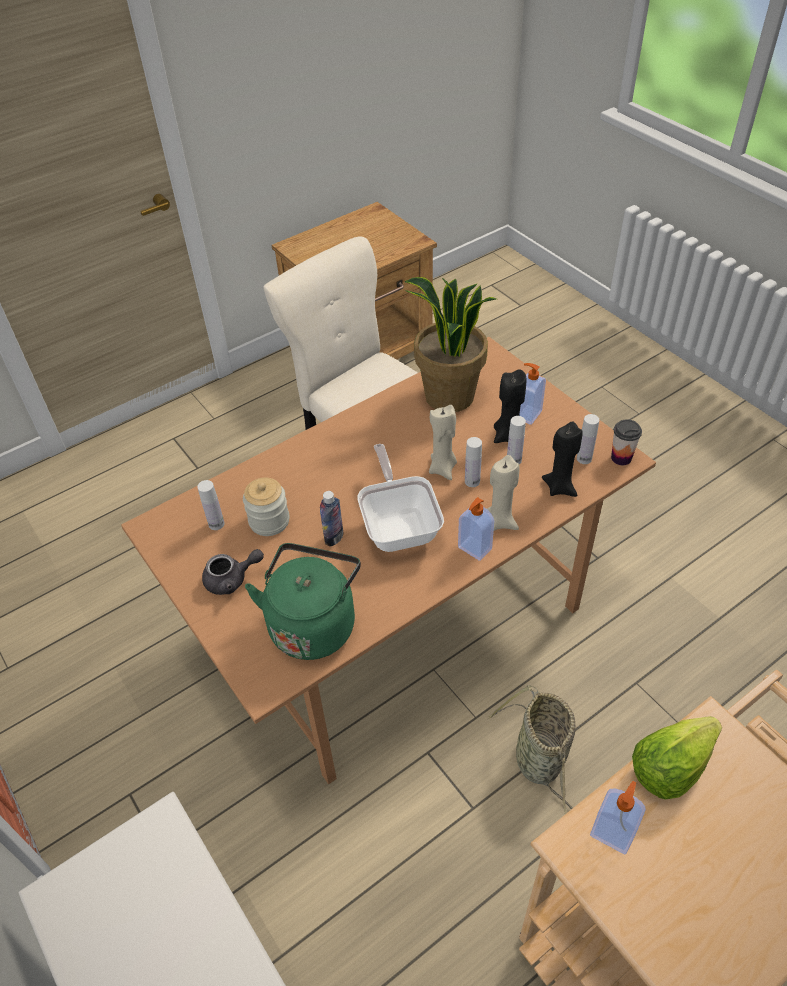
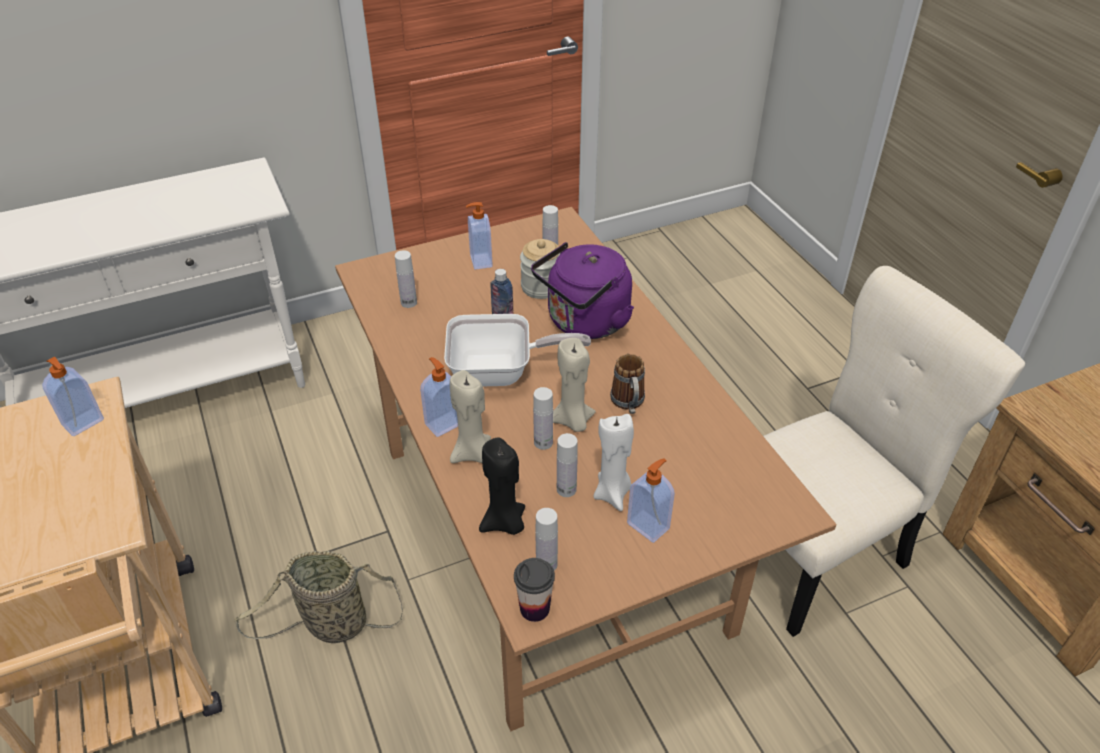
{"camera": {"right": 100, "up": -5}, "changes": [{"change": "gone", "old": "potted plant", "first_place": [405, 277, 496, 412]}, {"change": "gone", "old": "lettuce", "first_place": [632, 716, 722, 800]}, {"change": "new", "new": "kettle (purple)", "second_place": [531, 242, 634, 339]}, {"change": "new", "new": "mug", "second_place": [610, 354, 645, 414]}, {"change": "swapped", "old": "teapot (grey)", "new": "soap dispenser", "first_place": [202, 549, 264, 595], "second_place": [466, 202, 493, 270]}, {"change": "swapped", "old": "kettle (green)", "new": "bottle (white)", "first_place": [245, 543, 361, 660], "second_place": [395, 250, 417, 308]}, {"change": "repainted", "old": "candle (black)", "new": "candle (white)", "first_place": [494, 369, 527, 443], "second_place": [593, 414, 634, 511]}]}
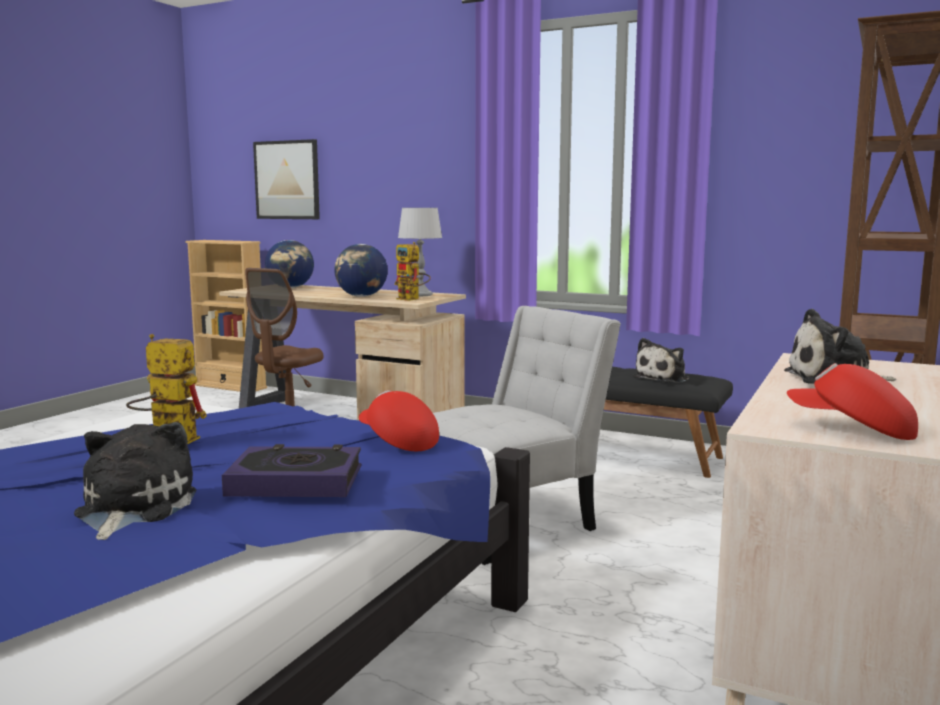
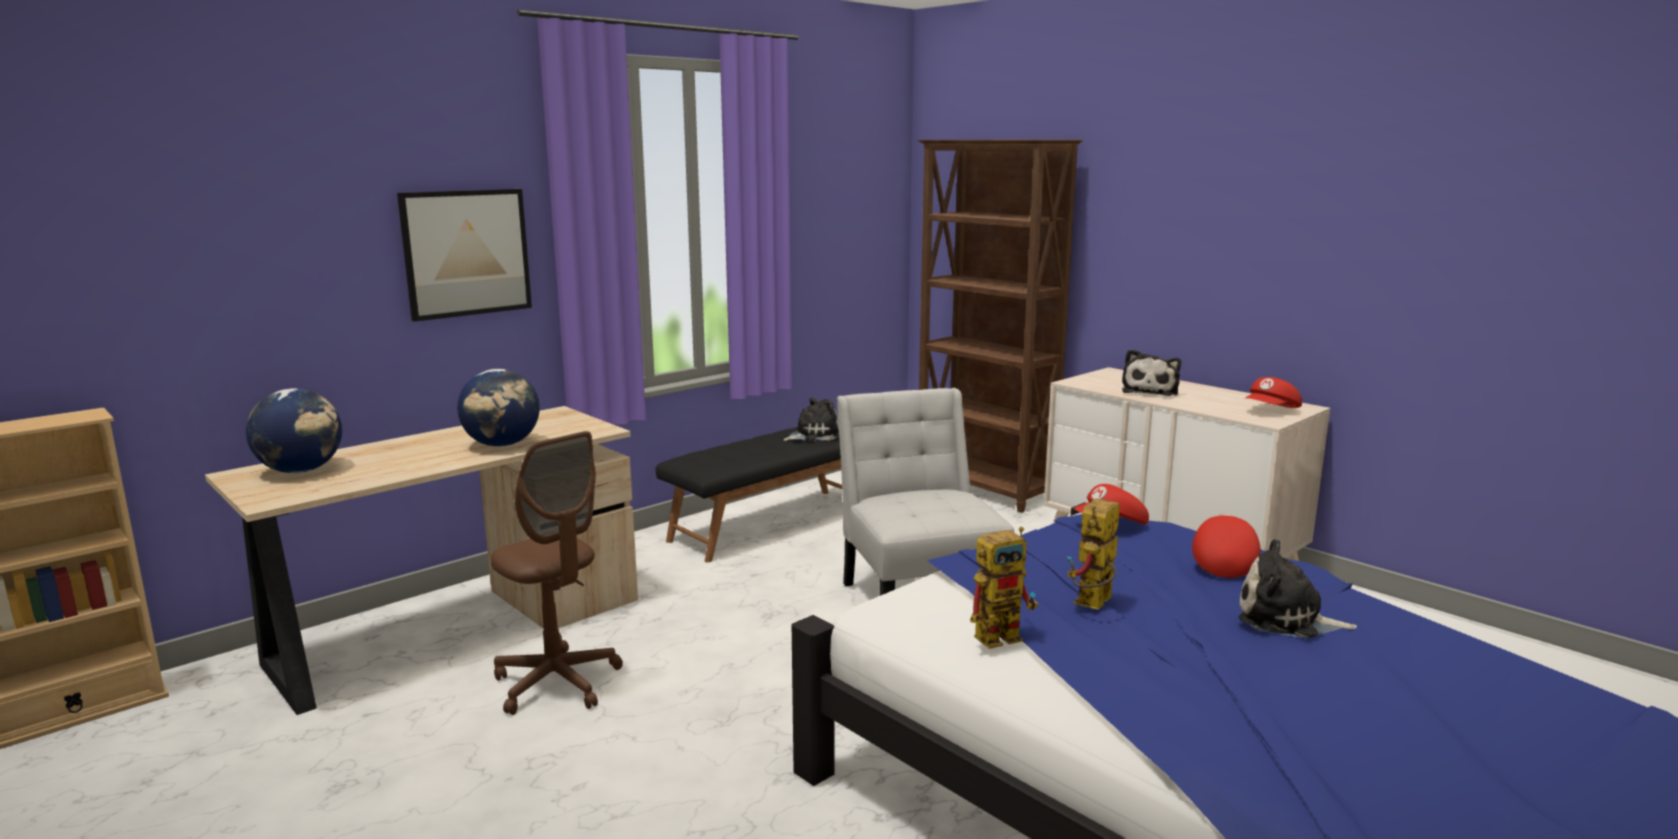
{"camera": {"right": -70, "up": 5}, "changes": [{"change": "gone", "old": "table lamp (grey)", "first_place": [398, 208, 442, 296]}, {"change": "shifted", "old": "picture", "first_place": [253, 139, 320, 219], "second_place": [397, 189, 532, 322]}, {"change": "shifted", "old": "toy robot", "first_place": [394, 242, 431, 301], "second_place": [970, 527, 1038, 649]}, {"change": "swapped", "old": "book", "new": "cap (red)", "first_place": [222, 444, 361, 497], "second_place": [1192, 514, 1261, 578]}, {"change": "rotated", "old": "plush toy", "first_place": [633, 338, 689, 383], "second_place": [783, 397, 839, 442], "degrees": -90}]}
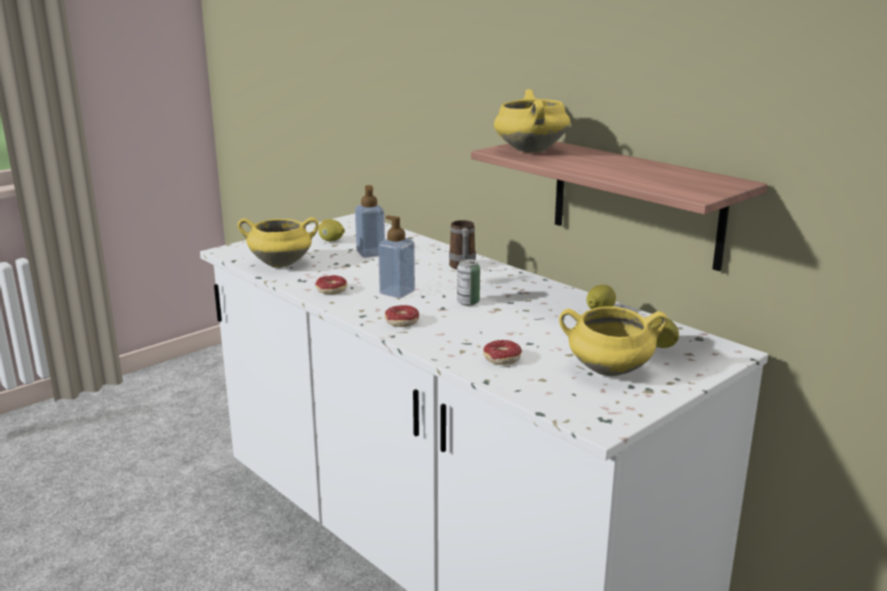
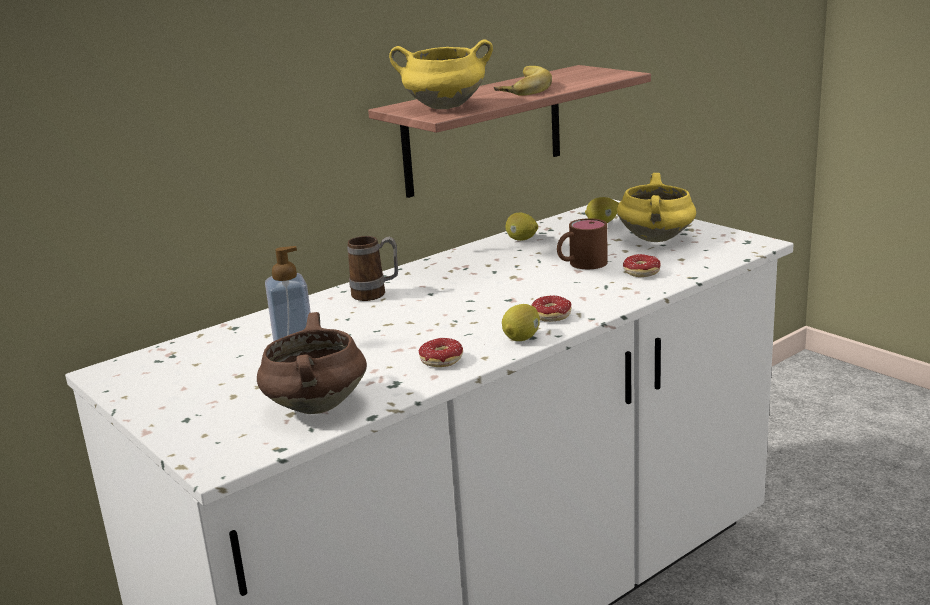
{"camera": {"right": -85, "up": 0}, "changes": [{"change": "gone", "old": "soap dispenser", "first_place": [378, 216, 415, 298]}, {"change": "gone", "old": "can", "first_place": [457, 259, 480, 306]}, {"change": "new", "new": "banana", "second_place": [494, 66, 552, 96]}, {"change": "new", "new": "mug (brown)", "second_place": [557, 218, 608, 269]}, {"change": "shifted", "old": "lemon", "first_place": [318, 219, 345, 242], "second_place": [502, 304, 540, 341]}, {"change": "repainted", "old": "cooking pot (yellow)", "new": "cooking pot (brown)", "first_place": [238, 217, 319, 268], "second_place": [257, 312, 367, 414]}]}
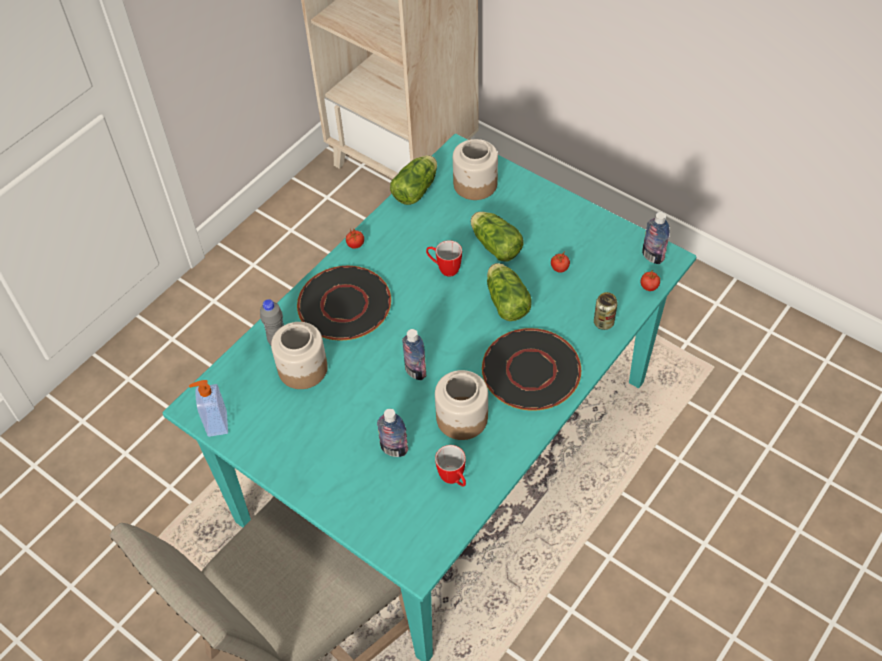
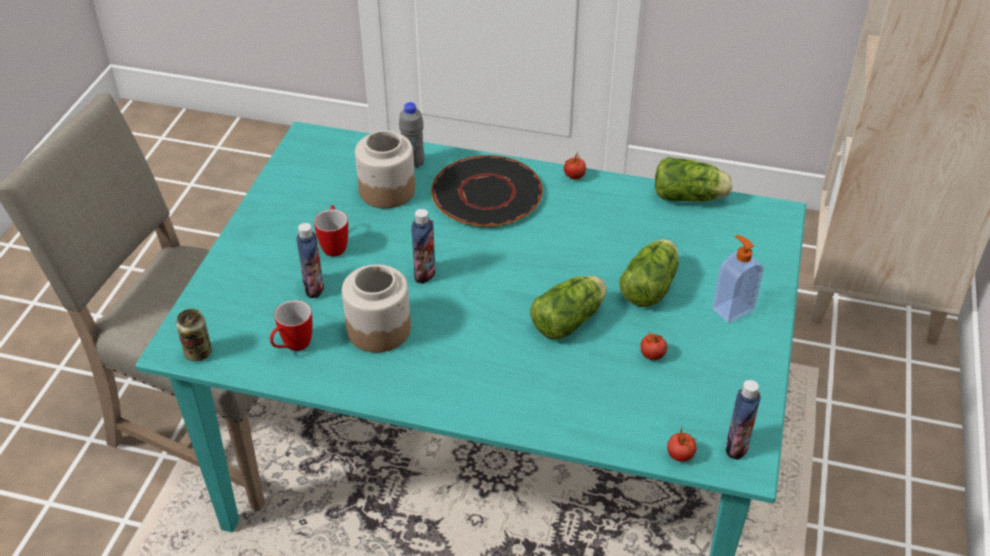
{"camera": {"right": 65, "up": -10}, "changes": [{"change": "gone", "old": "jar", "first_place": [453, 139, 498, 200]}, {"change": "gone", "old": "plate (black)", "first_place": [482, 328, 581, 411]}, {"change": "shifted", "old": "soap dispenser", "first_place": [189, 380, 228, 437], "second_place": [712, 235, 764, 323]}, {"change": "shifted", "old": "mug", "first_place": [426, 240, 462, 277], "second_place": [314, 205, 348, 257]}, {"change": "shifted", "old": "can", "first_place": [594, 292, 618, 330], "second_place": [176, 309, 212, 361]}]}
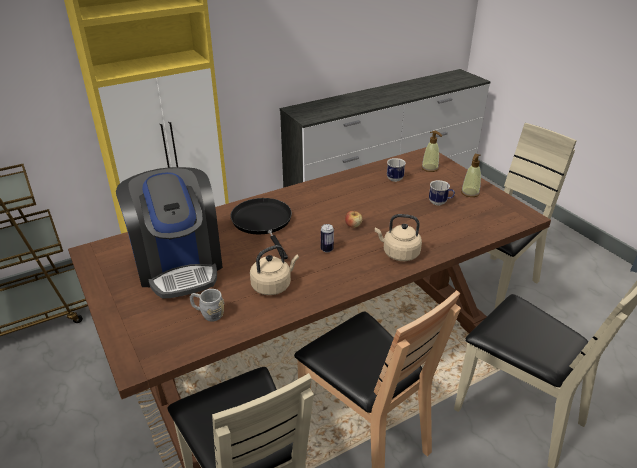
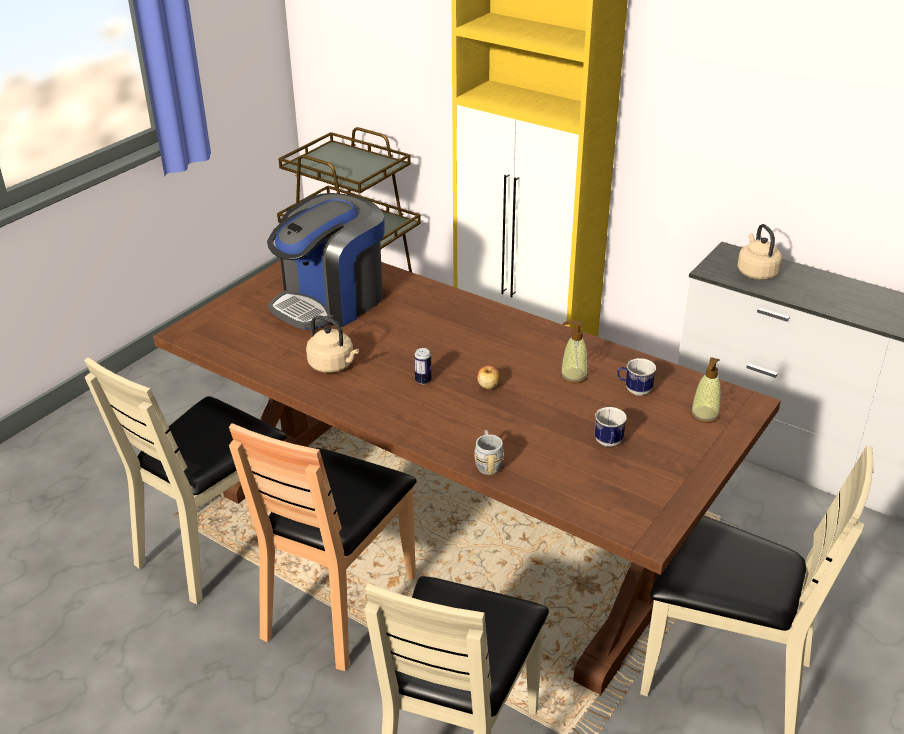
{"camera": {"right": 65, "up": 0}, "changes": [{"change": "gone", "old": "frying pan (black)", "first_place": [230, 198, 292, 259]}, {"change": "shifted", "old": "mug (grey)", "first_place": [190, 289, 224, 322], "second_place": [474, 430, 504, 475]}, {"change": "shifted", "old": "kettle (beige)", "first_place": [375, 214, 422, 261], "second_place": [737, 224, 782, 280]}, {"change": "shifted", "old": "soap dispenser", "first_place": [461, 153, 481, 197], "second_place": [560, 320, 588, 383]}]}
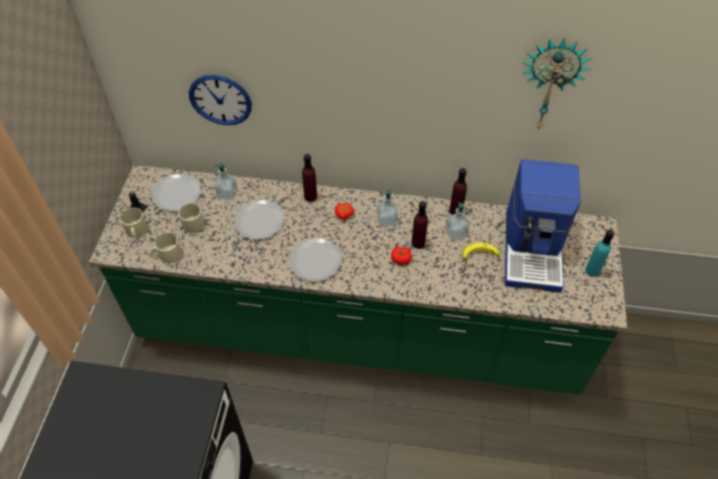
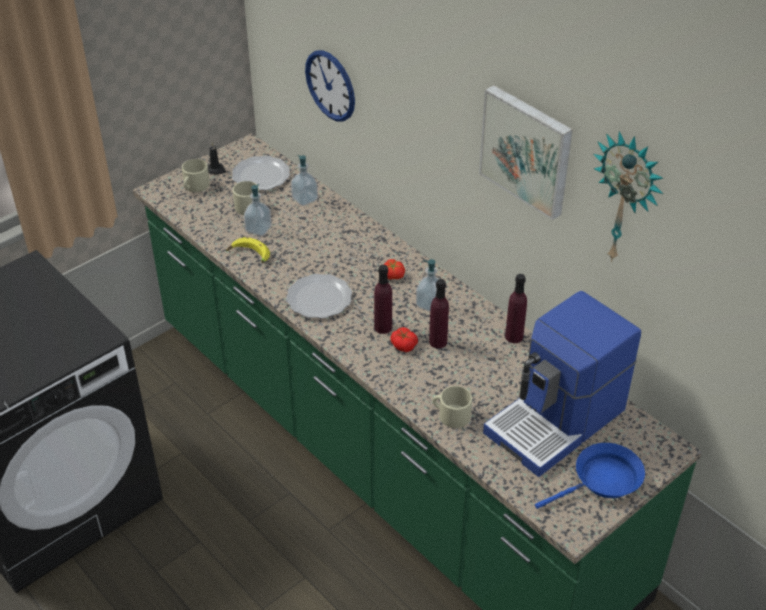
{"camera": {"right": 40, "up": -10}, "changes": [{"change": "gone", "old": "plate", "first_place": [234, 200, 285, 240]}, {"change": "new", "new": "picture", "second_place": [479, 85, 573, 220]}, {"change": "shifted", "old": "mug (beige)", "first_place": [150, 233, 182, 263], "second_place": [432, 386, 472, 428]}, {"change": "shifted", "old": "bottle (purple)", "first_place": [302, 154, 317, 202], "second_place": [374, 265, 392, 334]}, {"change": "shifted", "old": "soap dispenser", "first_place": [446, 201, 469, 241], "second_place": [244, 184, 272, 236]}, {"change": "shifted", "old": "banana", "first_place": [462, 242, 500, 265], "second_place": [226, 237, 270, 263]}, {"change": "swapped", "old": "bottle (turquoise)", "new": "frying pan (blue)", "first_place": [585, 230, 614, 277], "second_place": [535, 443, 645, 509]}]}
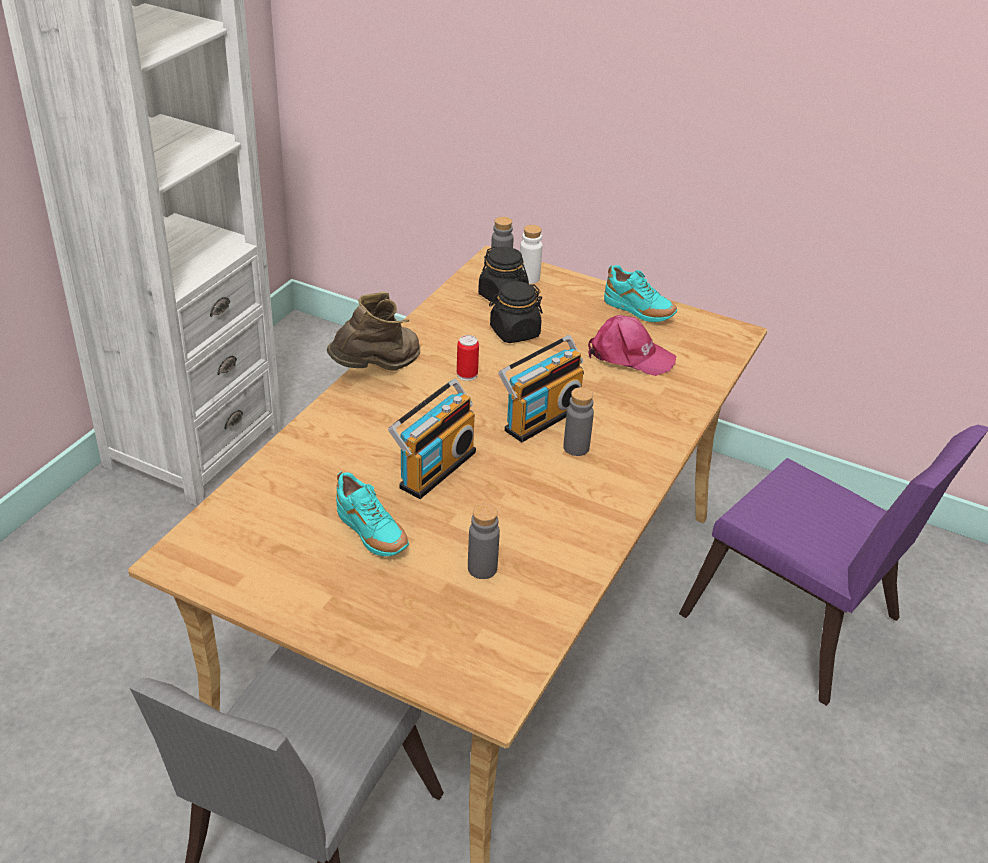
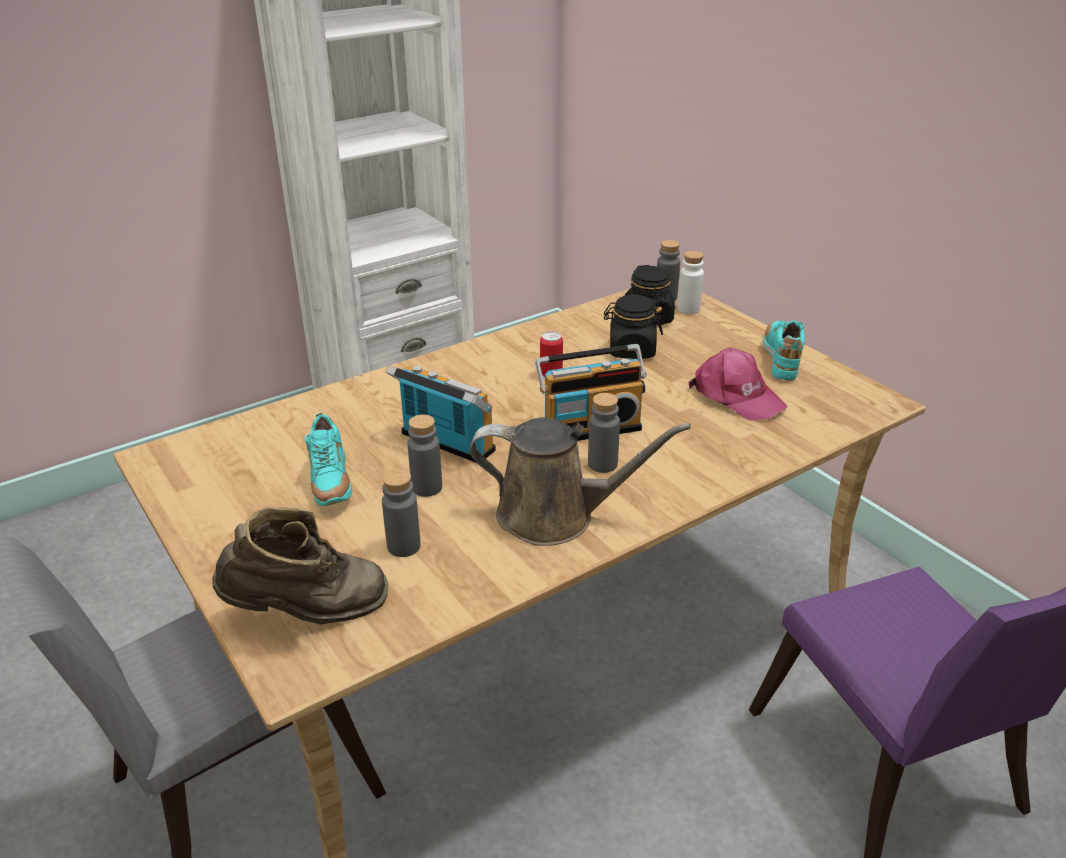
{"camera": {"right": 30, "up": -5}, "changes": [{"change": "new", "new": "bottle (grey)", "second_place": [407, 414, 442, 497]}, {"change": "new", "new": "watering can (brown)", "second_place": [469, 417, 691, 546]}, {"change": "shifted", "old": "boot (brown)", "first_place": [327, 292, 420, 371], "second_place": [212, 507, 388, 624]}, {"change": "rotated", "old": "radio", "first_place": [388, 379, 476, 499], "second_place": [385, 365, 496, 463], "degrees": -120}, {"change": "rotated", "old": "shoe (turquoise)", "first_place": [604, 265, 677, 322], "second_place": [763, 320, 805, 381], "degrees": -150}]}
